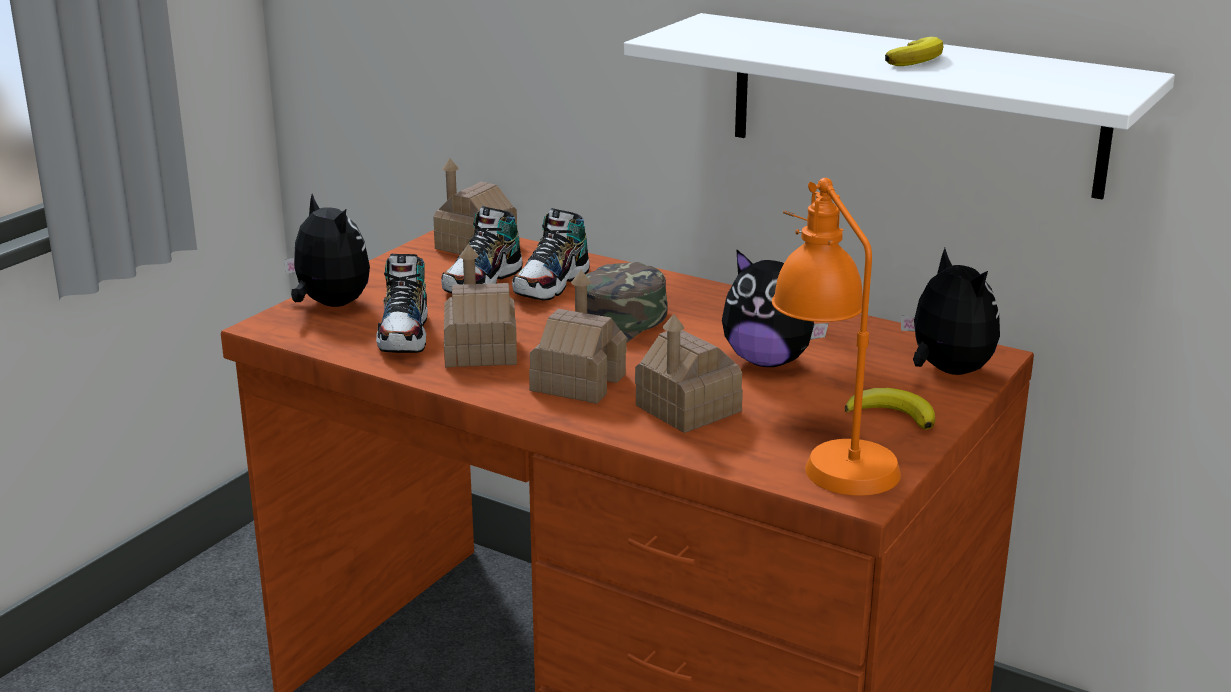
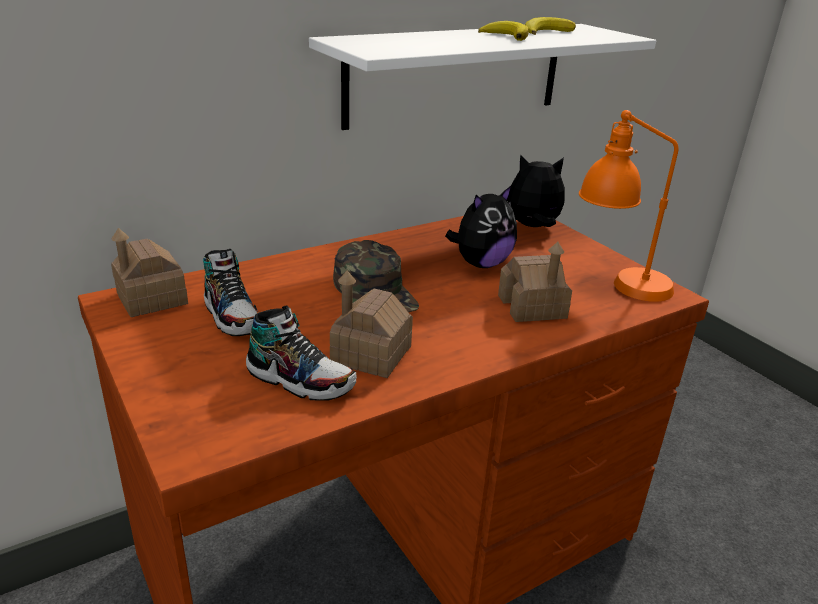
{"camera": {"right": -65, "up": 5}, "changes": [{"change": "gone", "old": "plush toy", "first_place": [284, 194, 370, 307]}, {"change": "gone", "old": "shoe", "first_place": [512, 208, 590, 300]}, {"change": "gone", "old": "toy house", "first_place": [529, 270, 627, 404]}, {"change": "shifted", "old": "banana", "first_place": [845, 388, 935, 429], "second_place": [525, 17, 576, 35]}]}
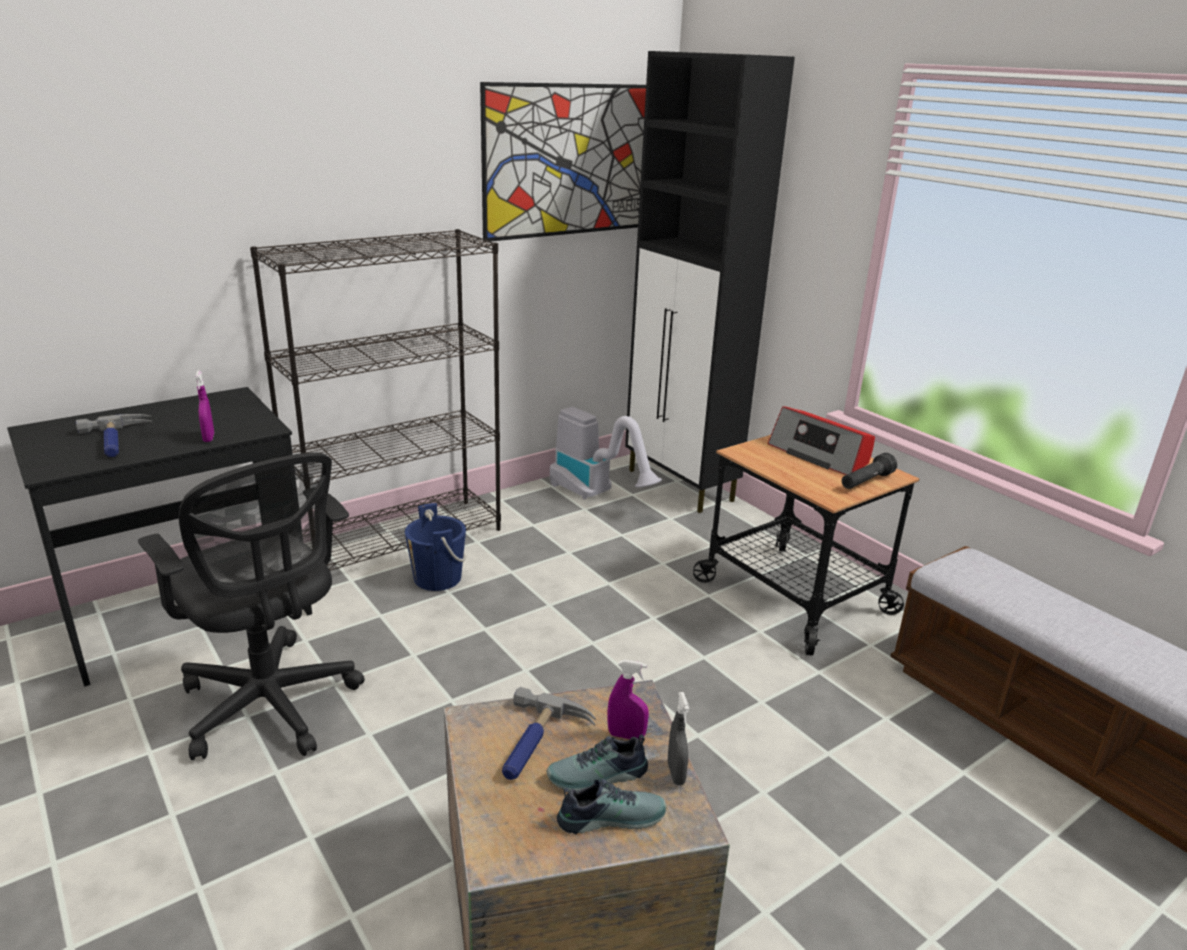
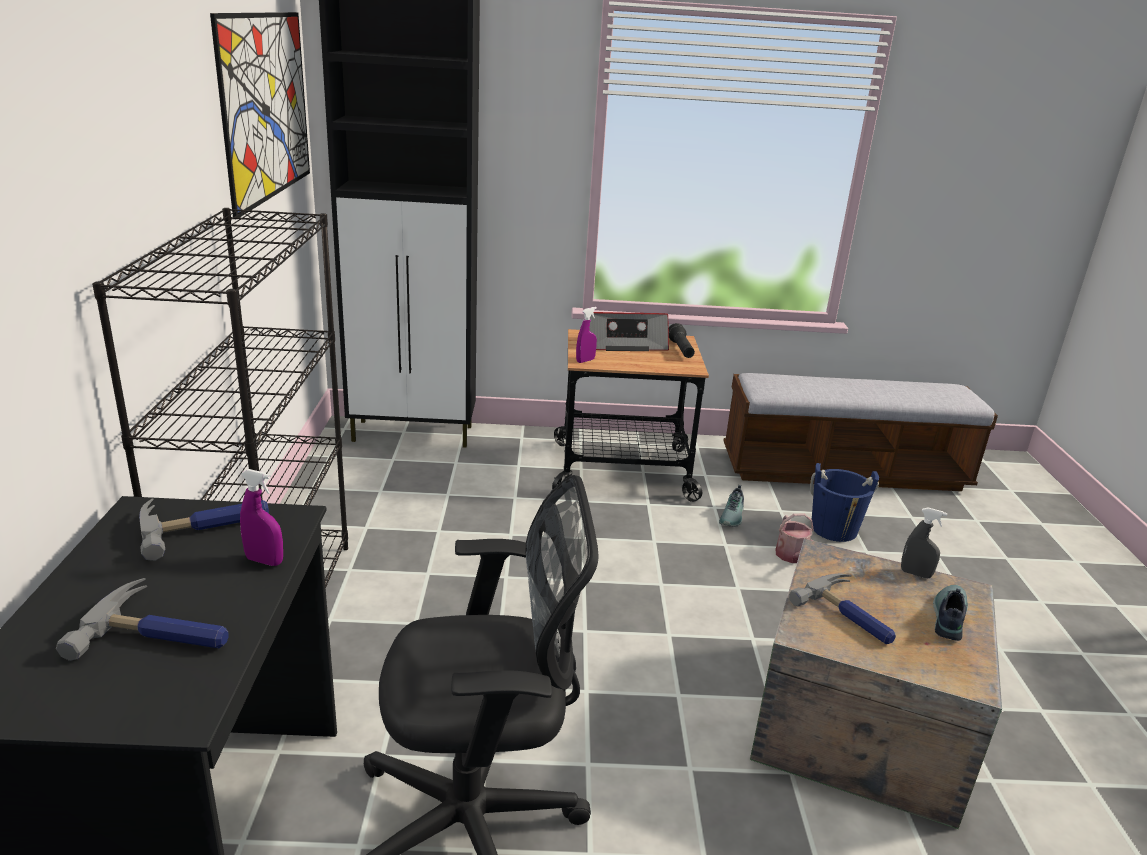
{"camera": {"right": -55, "up": 0}, "changes": [{"change": "gone", "old": "vacuum cleaner", "first_place": [550, 407, 662, 500]}, {"change": "new", "new": "hammer", "second_place": [139, 498, 269, 561]}, {"change": "new", "new": "watering can", "second_place": [775, 513, 814, 563]}, {"change": "shifted", "old": "bucket (blue)", "first_place": [405, 503, 466, 591], "second_place": [810, 463, 879, 542]}, {"change": "shifted", "old": "shoe", "first_place": [546, 734, 648, 791], "second_place": [719, 485, 744, 526]}, {"change": "shifted", "old": "spray bottle (purple)", "first_place": [607, 660, 649, 739], "second_place": [576, 307, 597, 363]}]}
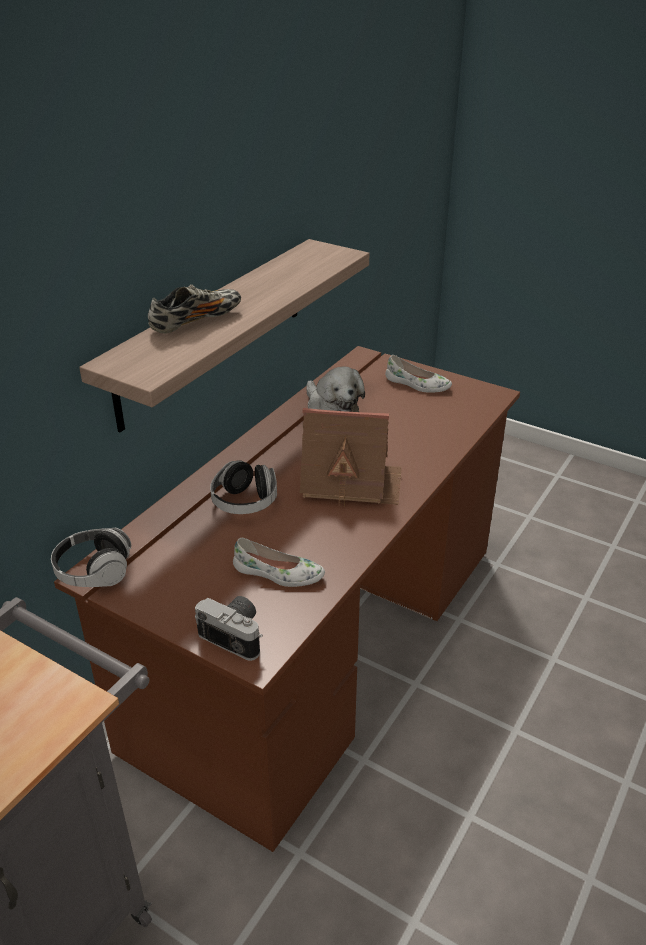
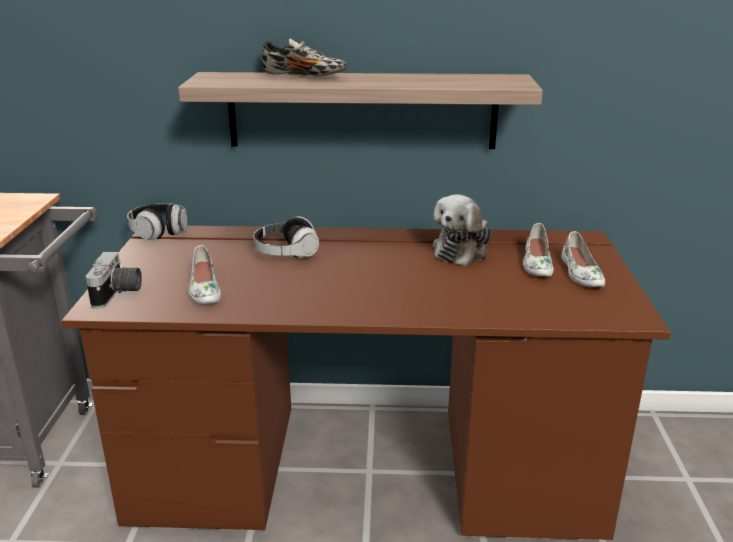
{"camera": {"right": 60, "up": -10}, "changes": [{"change": "gone", "old": "toy house", "first_place": [300, 408, 402, 506]}, {"change": "new", "new": "shoe (white)", "second_place": [523, 223, 554, 277]}]}
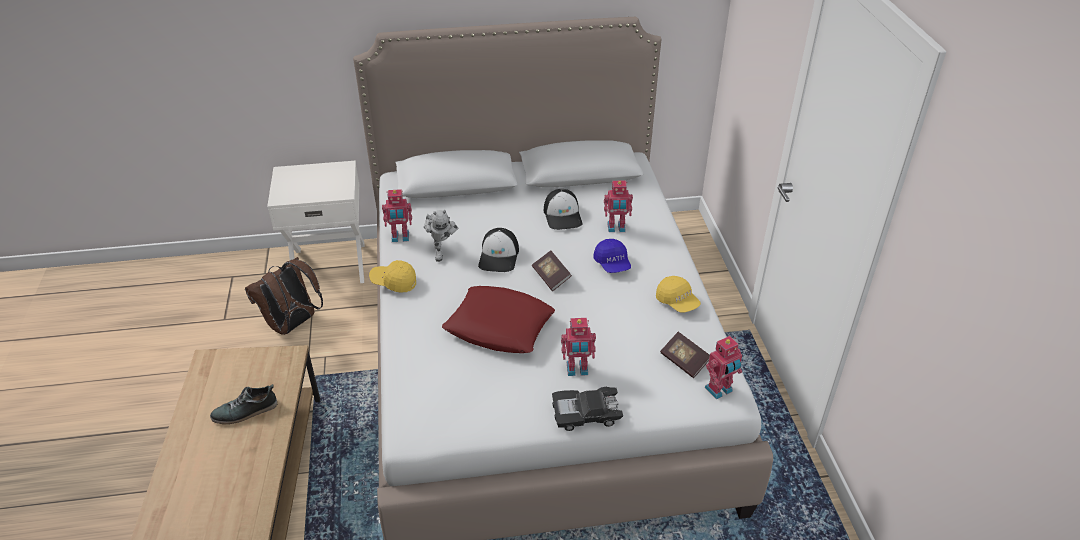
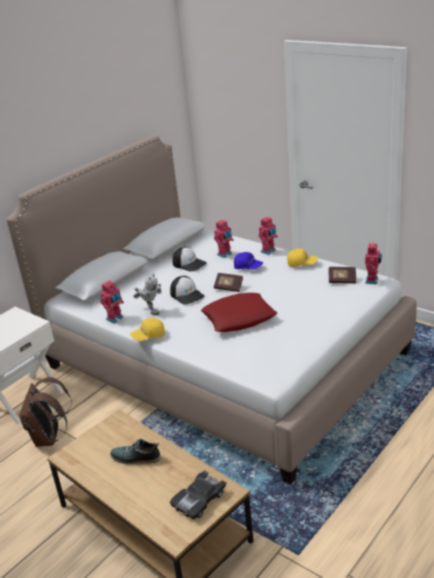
{"camera": {"right": -40, "up": -10}, "changes": [{"change": "shifted", "old": "toy car (black)", "first_place": [552, 387, 623, 431], "second_place": [170, 470, 227, 519]}, {"change": "shifted", "old": "toy robot", "first_place": [561, 318, 596, 376], "second_place": [258, 217, 278, 255]}, {"change": "rotated", "old": "shoe", "first_place": [210, 384, 277, 424], "second_place": [110, 439, 161, 464], "degrees": 75}]}
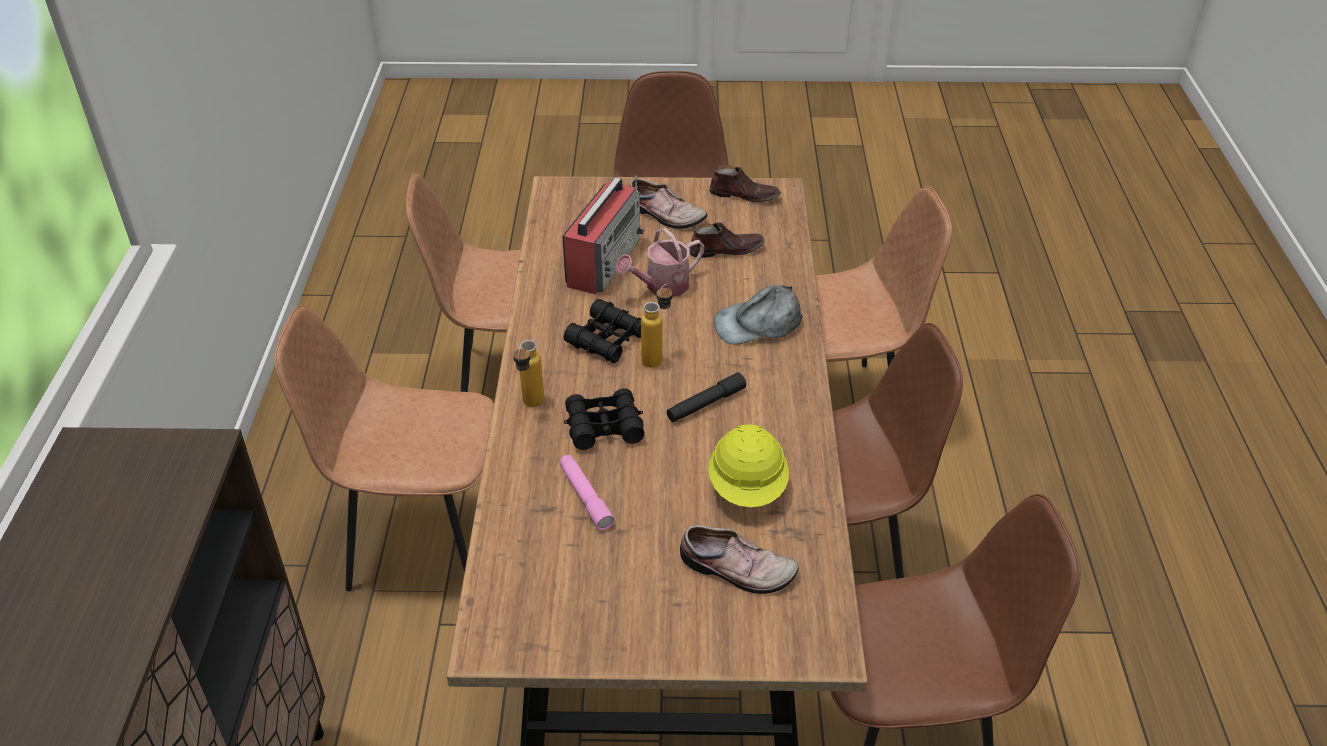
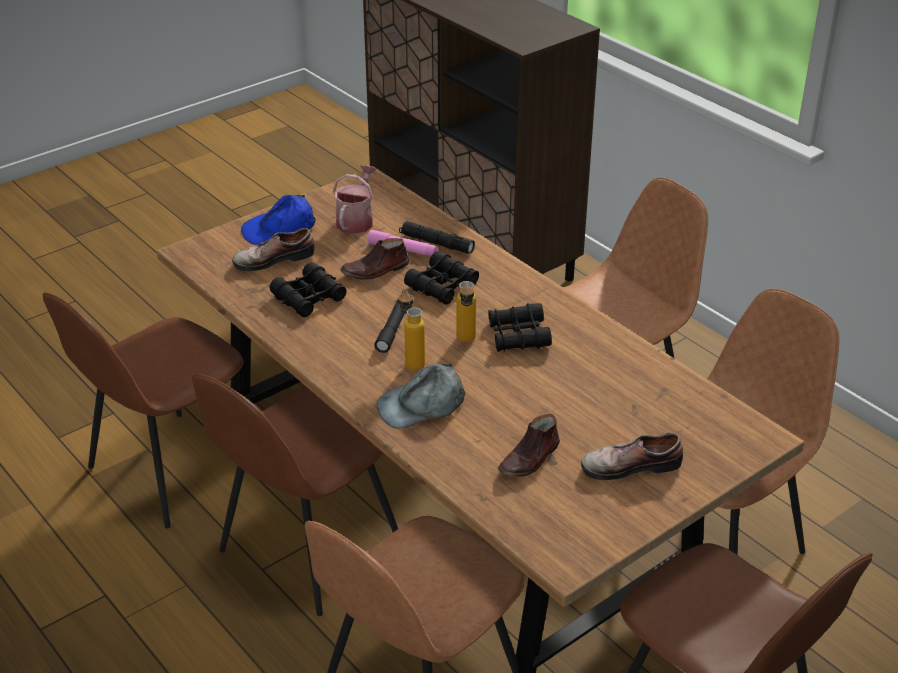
{"camera": {"right": 140, "up": -5}, "changes": [{"change": "gone", "old": "radio", "first_place": [562, 175, 644, 294]}, {"change": "new", "new": "cap (blue)", "second_place": [241, 195, 316, 245]}, {"change": "new", "new": "flashlight (black)", "second_place": [399, 221, 475, 254]}, {"change": "shifted", "old": "bottle", "first_place": [513, 340, 544, 407], "second_place": [399, 289, 425, 370]}, {"change": "shifted", "old": "watering can", "first_place": [615, 228, 704, 297], "second_place": [333, 165, 376, 234]}, {"change": "shifted", "old": "shoe (brown)", "first_place": [710, 165, 781, 203], "second_place": [340, 238, 409, 280]}, {"change": "swapped", "old": "hard hat (yellow)", "new": "binoculars (black)", "first_place": [708, 424, 789, 507], "second_place": [269, 262, 347, 317]}, {"change": "rotated", "old": "cap (grey)", "first_place": [714, 285, 803, 345], "second_place": [377, 363, 465, 429], "degrees": -150}]}
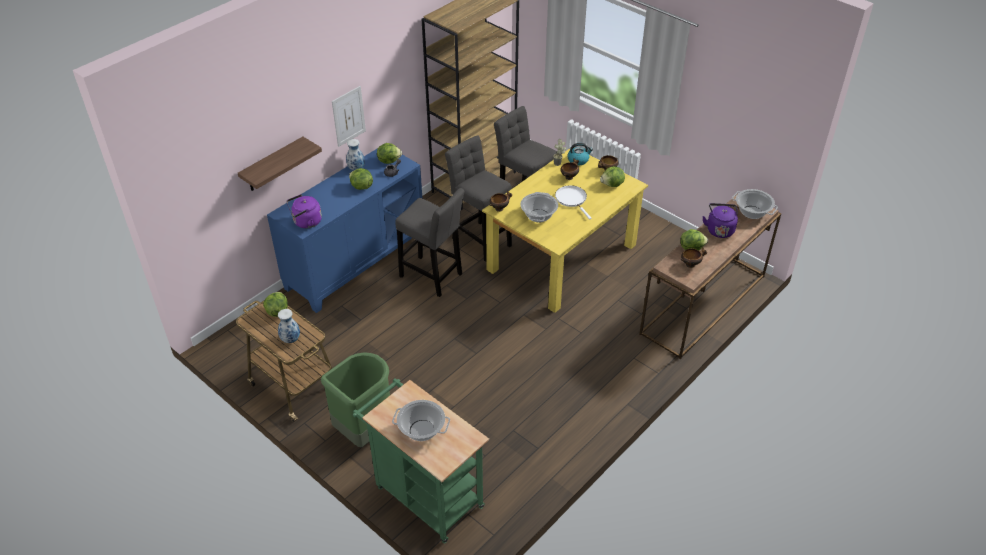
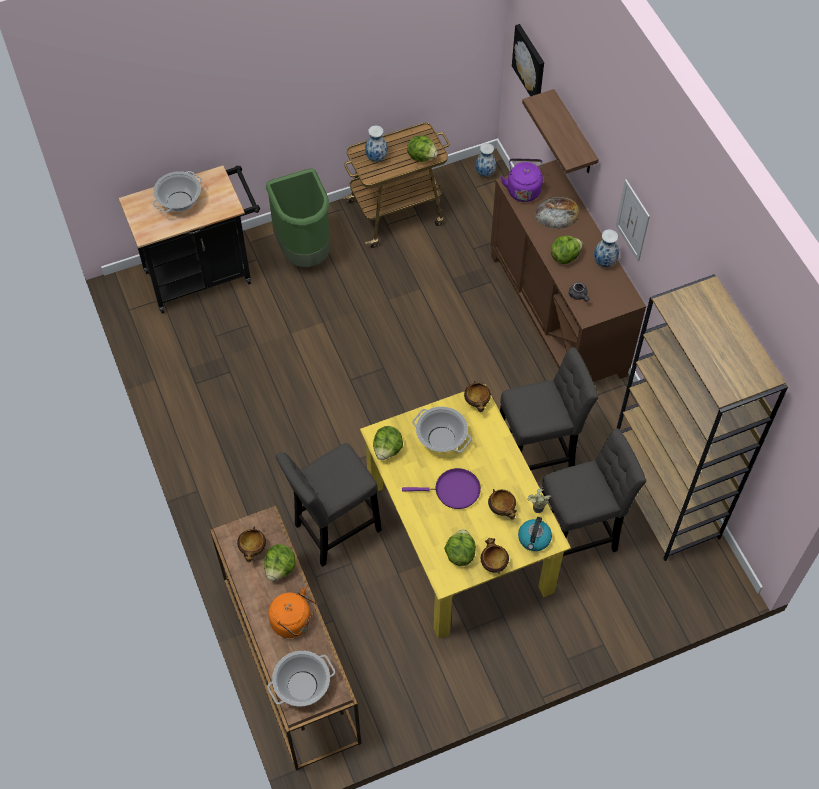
{"camera": {"right": 115, "up": 15}, "changes": [{"change": "new", "new": "vase", "second_place": [475, 143, 496, 177]}, {"change": "new", "new": "picture", "second_place": [512, 24, 544, 96]}, {"change": "new", "new": "bread", "second_place": [535, 197, 580, 229]}, {"change": "shifted", "old": "lettuce", "first_place": [377, 143, 402, 164], "second_place": [373, 426, 403, 460]}, {"change": "shifted", "old": "stool (grey)", "first_place": [395, 188, 465, 297], "second_place": [276, 443, 382, 567]}, {"change": "repainted", "old": "cabinet (blue)", "new": "cabinet (brown)", "first_place": [267, 148, 422, 313], "second_place": [490, 160, 646, 382]}, {"change": "repainted", "old": "cart (green)", "new": "cart (black)", "first_place": [353, 378, 489, 544], "second_place": [119, 165, 260, 313]}, {"change": "repainted", "old": "frying pan (white)", "new": "frying pan (purple)", "first_place": [555, 185, 592, 220], "second_place": [402, 468, 481, 509]}, {"change": "repainted", "old": "kettle (purple)", "new": "kettle (orange)", "first_place": [702, 203, 738, 238], "second_place": [268, 587, 317, 638]}]}
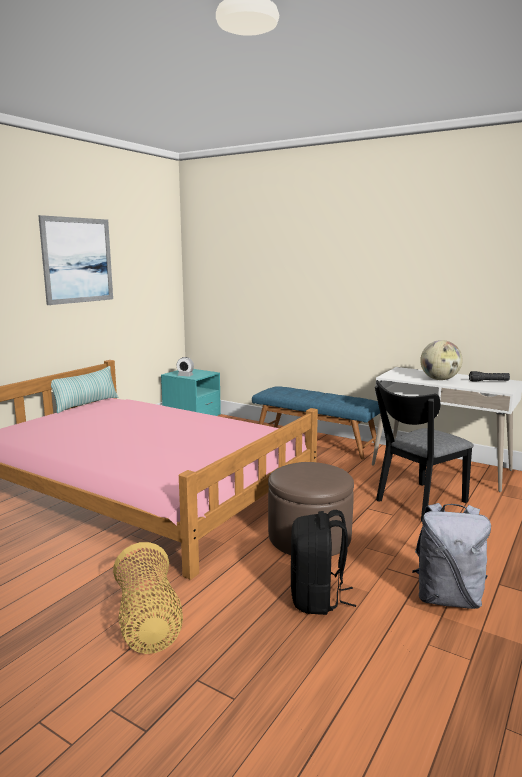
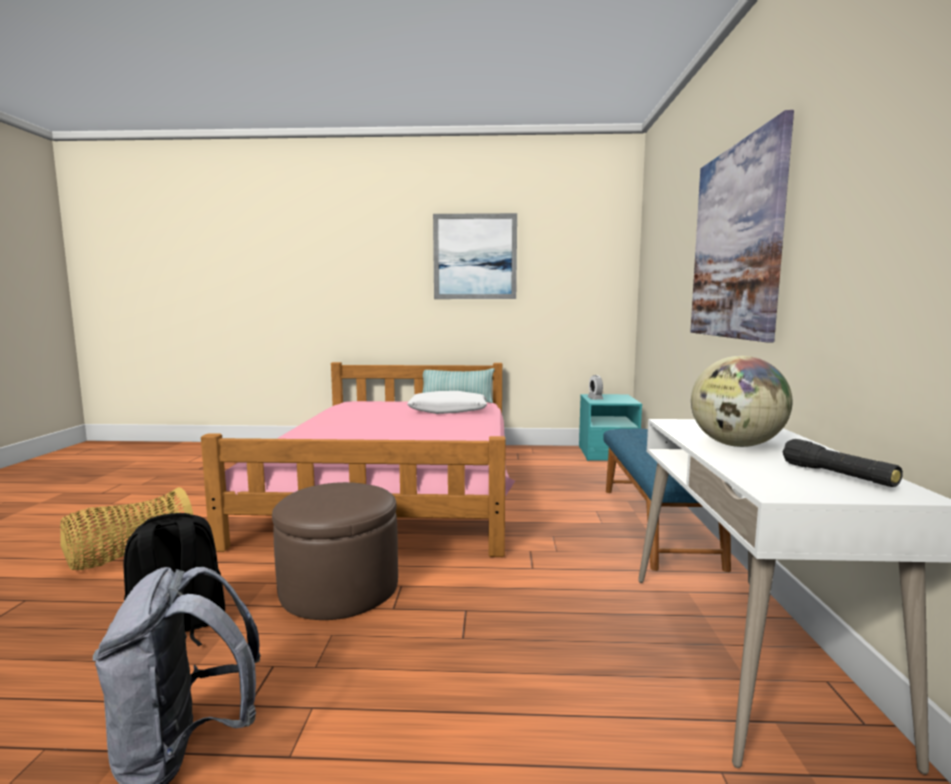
{"camera": {"right": 60, "up": -5}, "changes": [{"change": "gone", "old": "chair (black)", "first_place": [375, 380, 474, 522]}, {"change": "new", "new": "pillow (white)", "second_place": [407, 391, 487, 414]}, {"change": "new", "new": "picture", "second_place": [690, 110, 794, 342]}]}
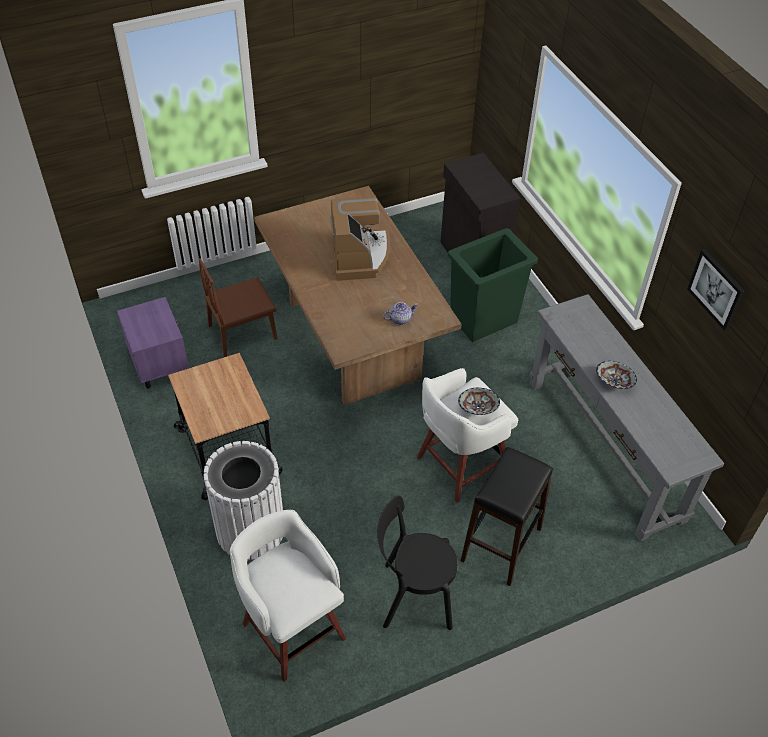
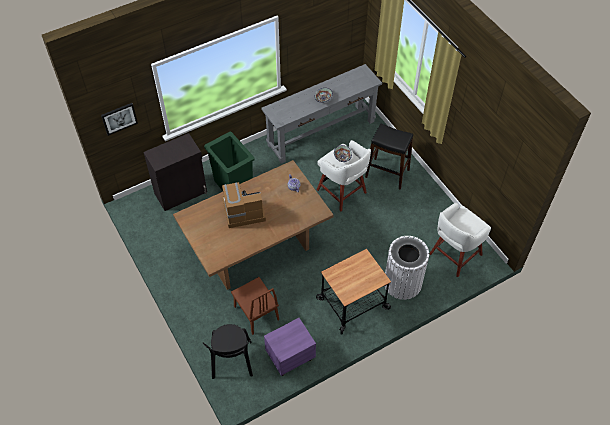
{"camera": {"right": -95, "up": 5}, "changes": [{"change": "shifted", "old": "chair (black)", "first_place": [377, 495, 457, 630], "second_place": [203, 324, 253, 379]}, {"change": "shifted", "old": "picture", "first_place": [687, 249, 745, 331], "second_place": [101, 103, 138, 136]}]}
